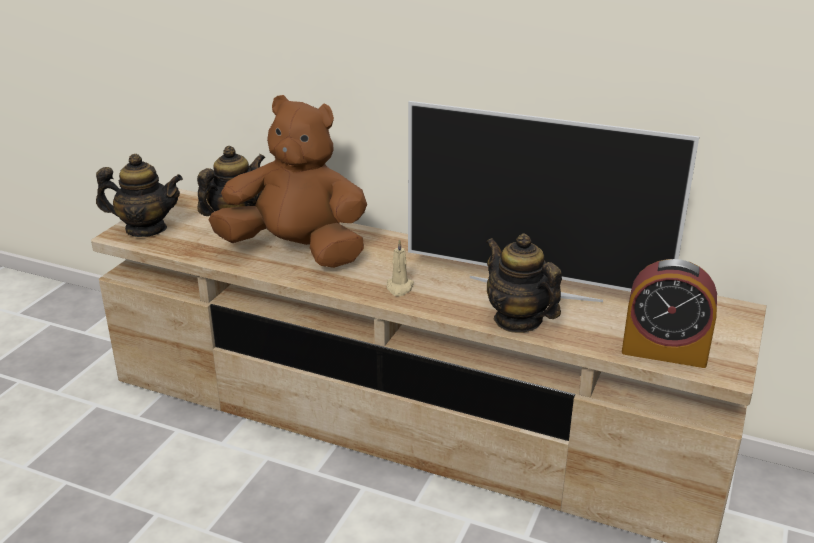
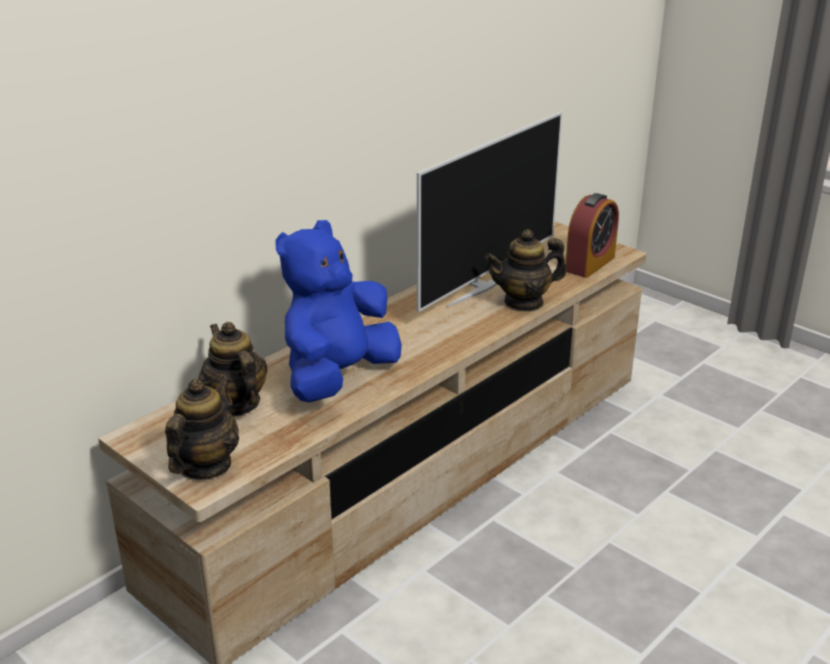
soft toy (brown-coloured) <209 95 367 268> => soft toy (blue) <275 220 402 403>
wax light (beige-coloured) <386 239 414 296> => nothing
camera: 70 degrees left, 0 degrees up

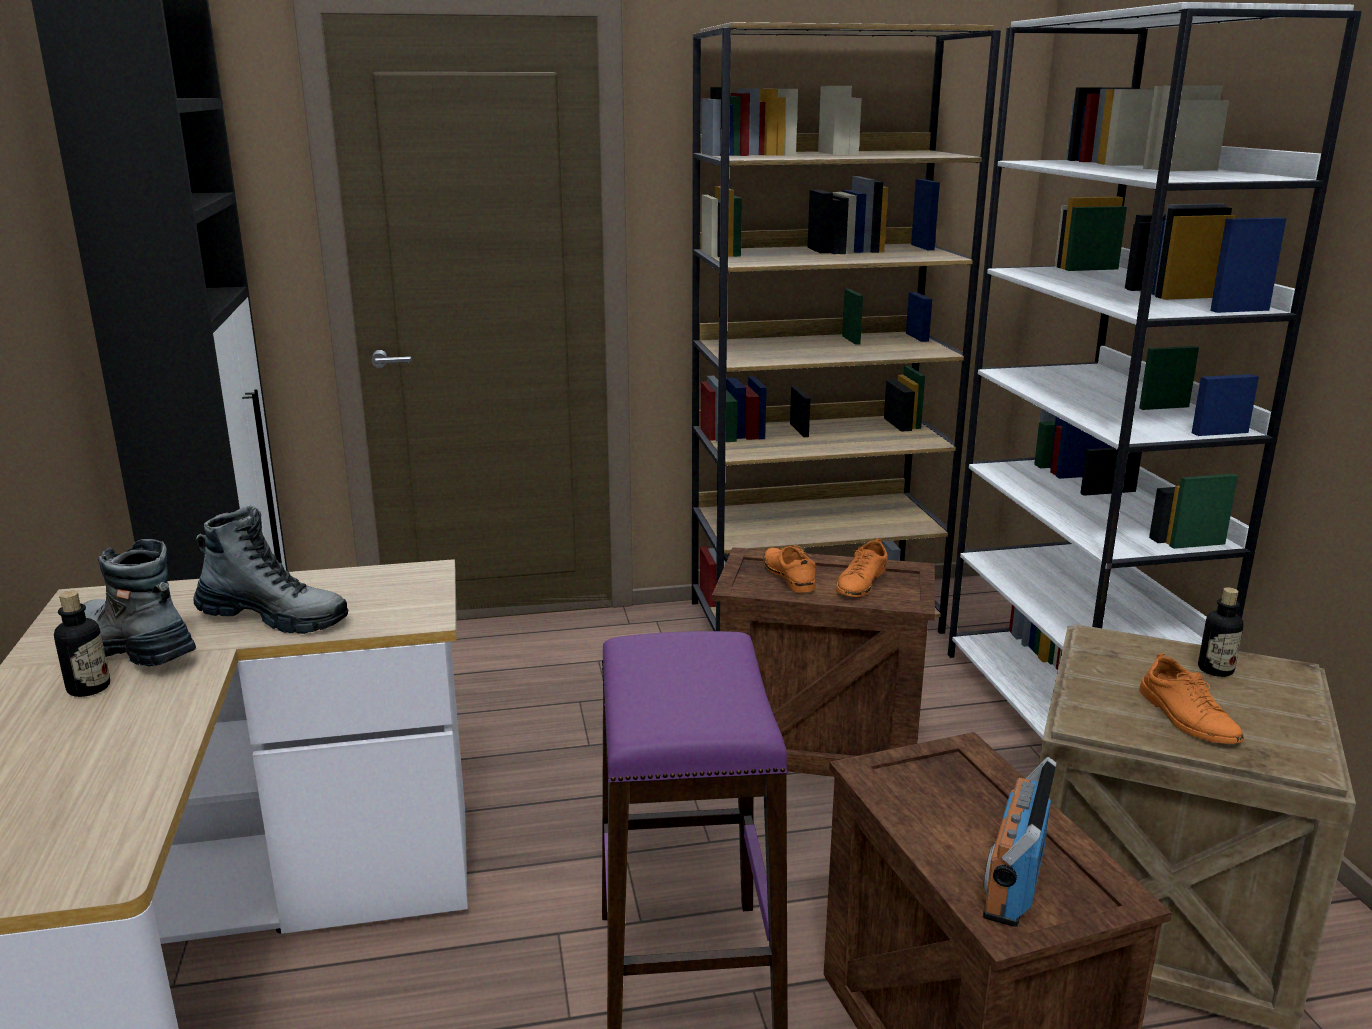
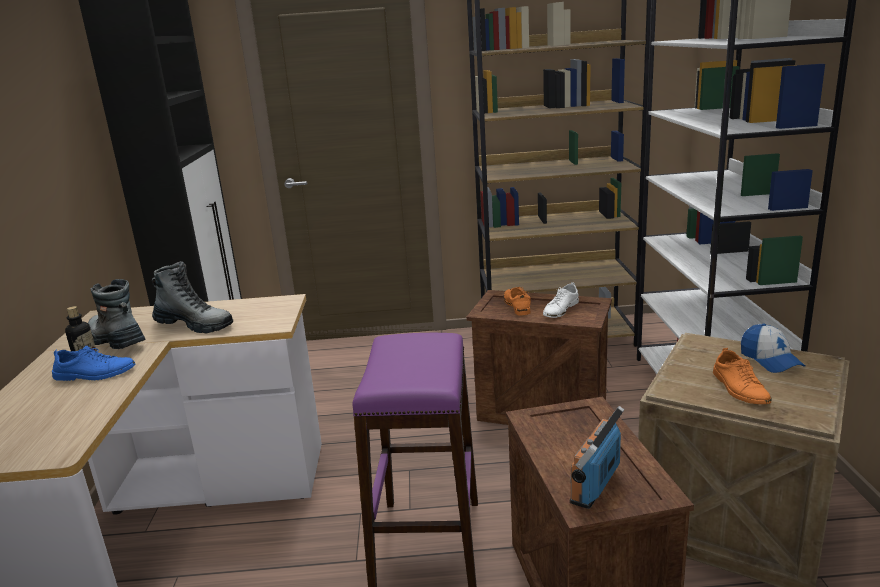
low shoe (orange-coloured) <836 538 887 597> => low shoe (white-coloured) <543 282 579 318>
beverage bottle <1198 587 1244 677> => cap <741 324 805 373>
nothing => low shoe (blue) <52 346 135 381>
camera: 10 degrees right, 0 degrees up

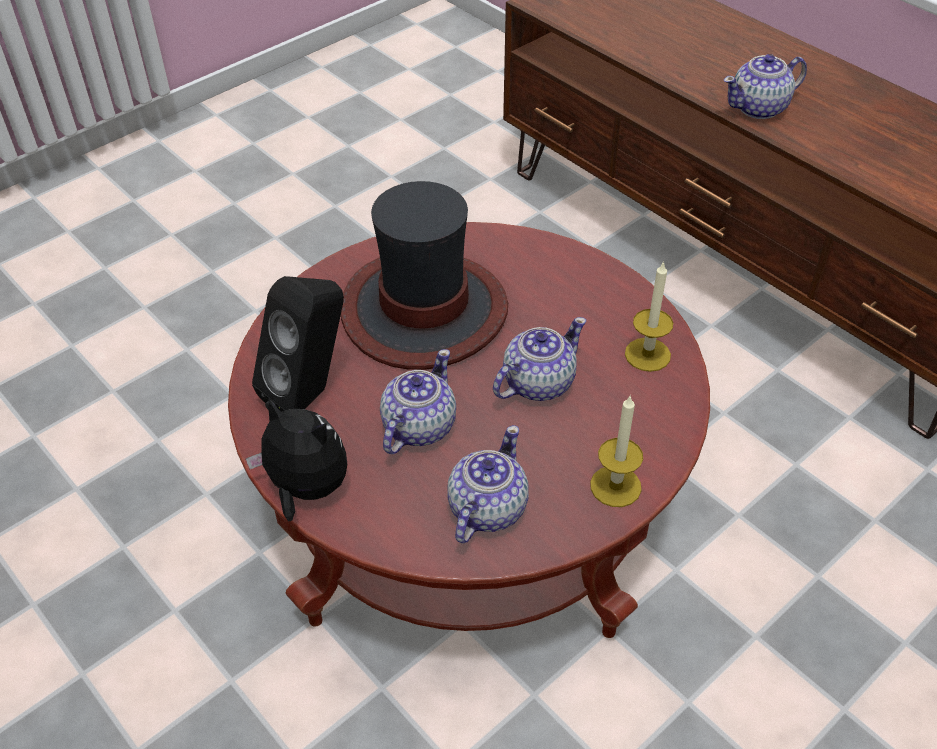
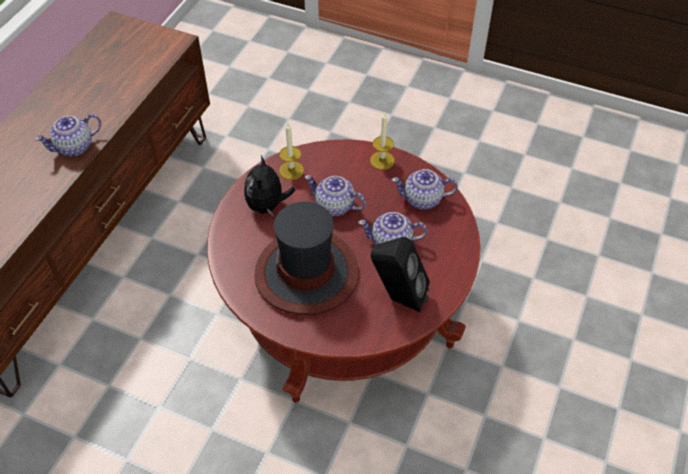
pot for tea <724 54 807 119> => pot for tea <35 114 101 156>, 105 degrees clockwise
soft toy <246 399 347 522> => soft toy <244 155 295 217>, shifted
camera: 115 degrees left, 5 degrees up

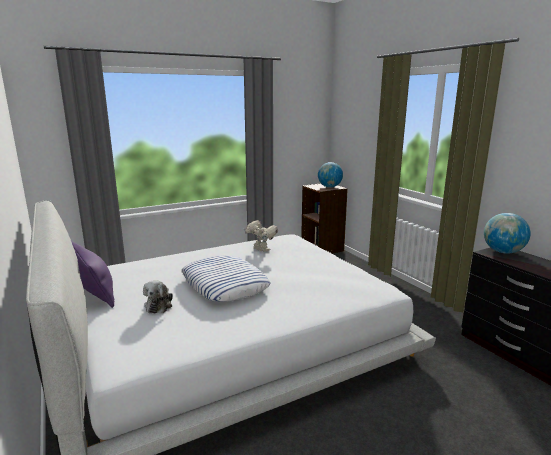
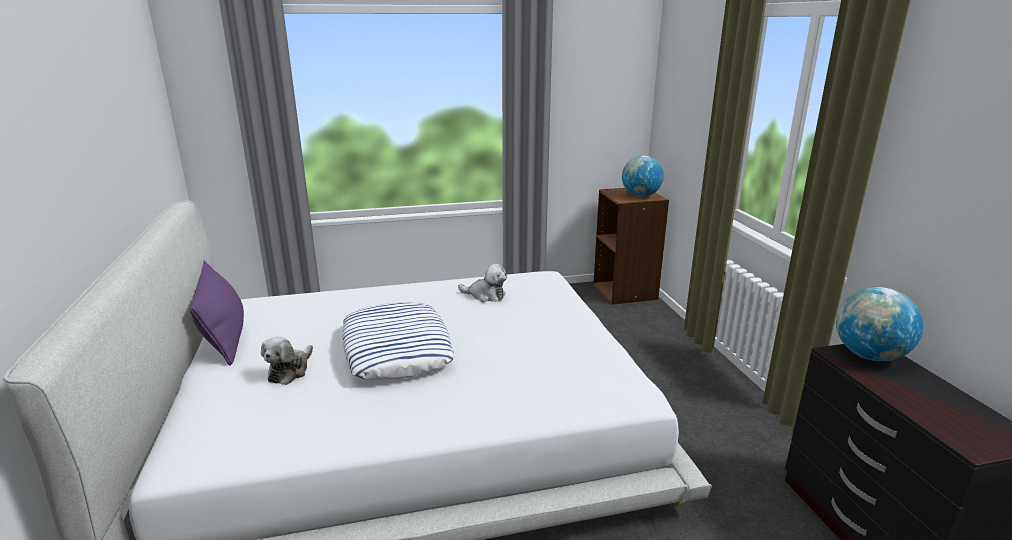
robot figure <244 220 278 252> => soft toy <458 263 507 302>
camera: 15 degrees right, 5 degrees up

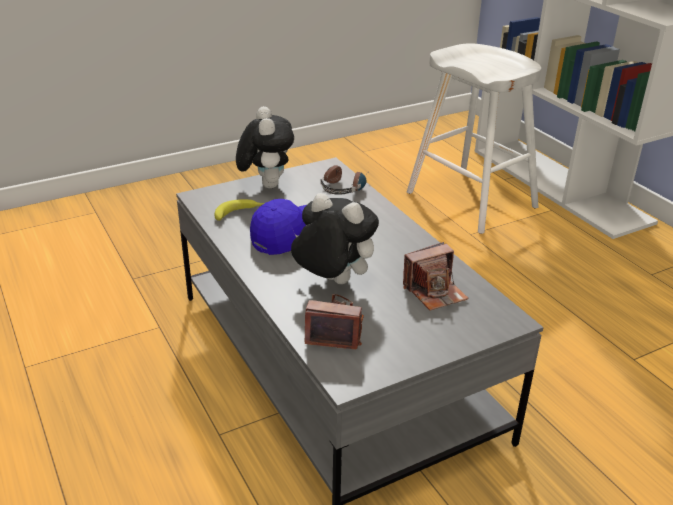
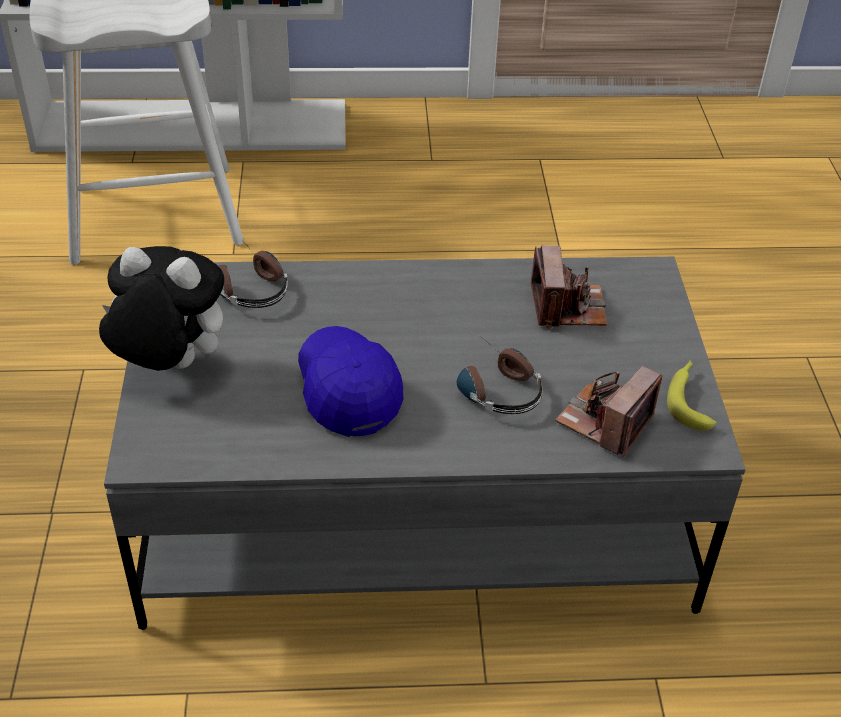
soft toy <291 193 379 284> => headset <457 335 543 414>
banana <214 199 265 221> => banana <667 360 717 431>, shifted
camera: 65 degrees left, 10 degrees up

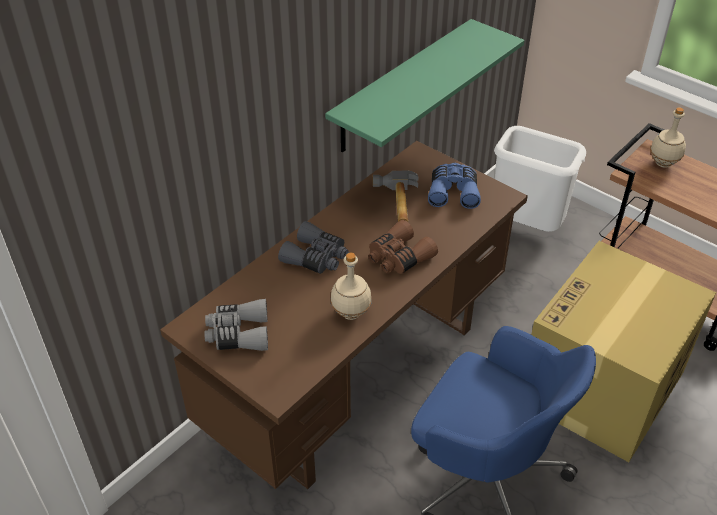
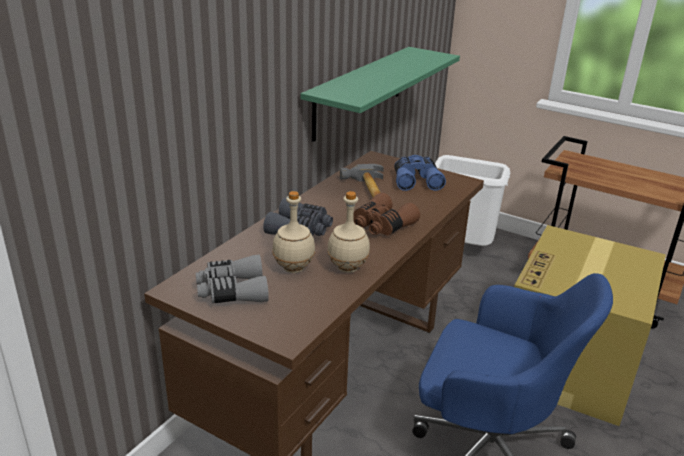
beverage bottle (beige-coloured) <650 107 686 168> => beverage bottle (beige-coloured) <272 191 315 273>, shifted
camera: 10 degrees left, 15 degrees down

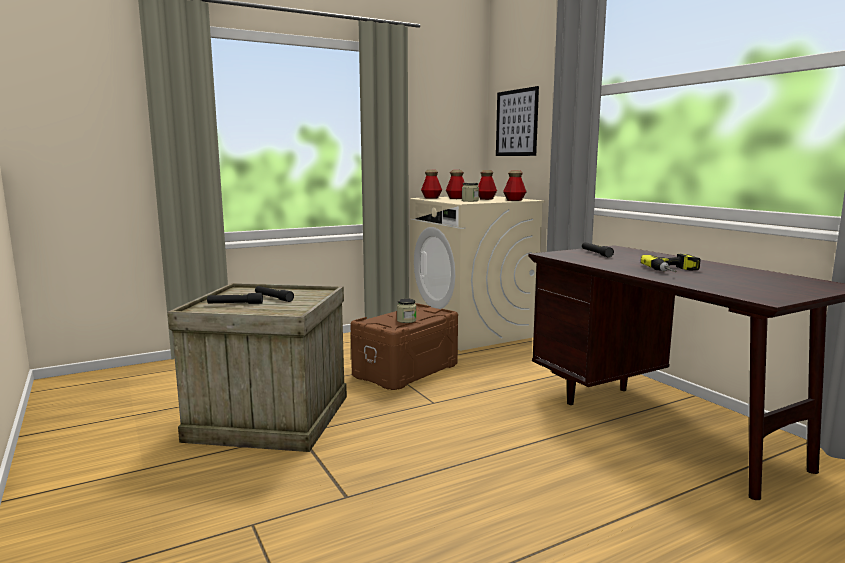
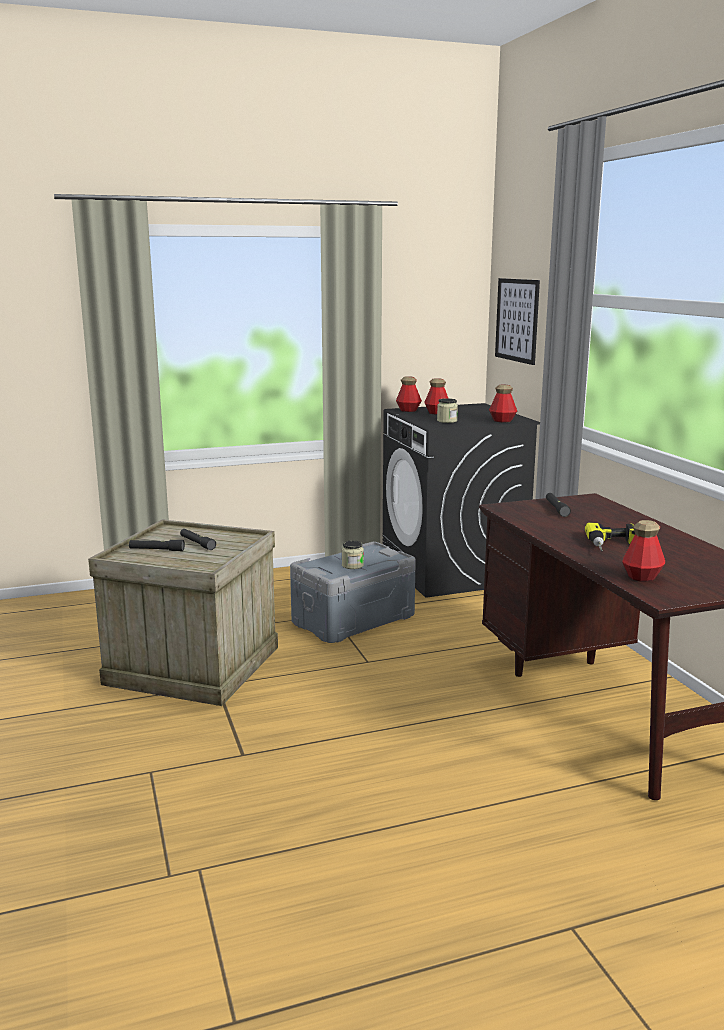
beverage bottle <478 170 497 200> => beverage bottle <622 520 665 582>, shifted
laundry machine (beige-coloured) <410 196 545 351> => laundry machine (blackish) <383 403 540 598>
storage box (brown-coloured) <350 303 458 390> => storage box (greyish) <290 542 416 643>
camera: 10 degrees right, 5 degrees up

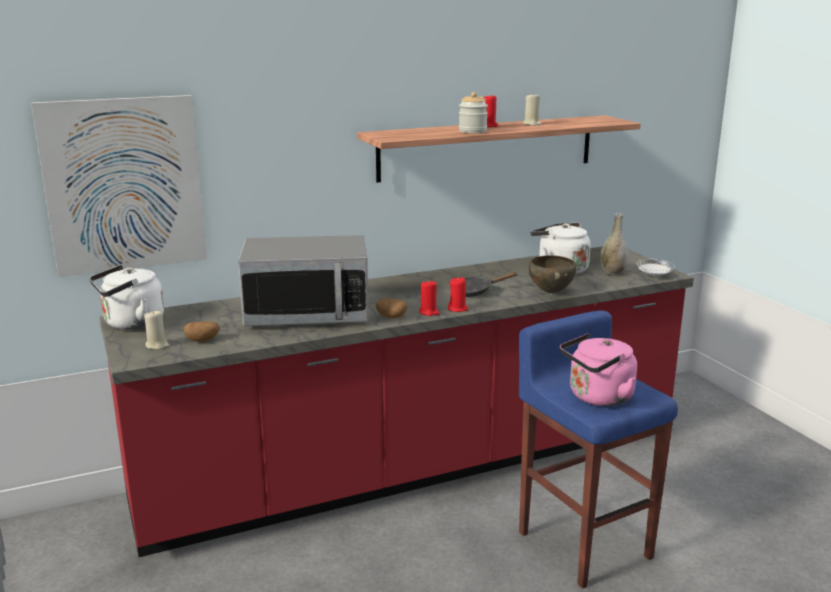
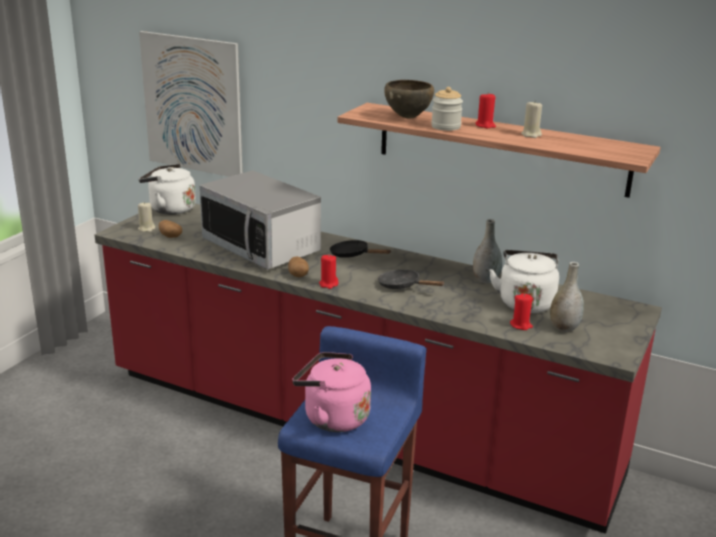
serving bowl (brown-coloured) <529 255 577 293> => serving bowl (brown-coloured) <384 80 434 119>, shifted
dinner plate (white-coloured) <636 259 675 276> => nothing
wax light (reddish) <448 277 468 312> => wax light (reddish) <510 293 533 330>, shifted
nothing => vase (greyish) <473 219 502 283>
nothing => skillet (blackish) <330 240 391 258>
camera: 50 degrees right, 5 degrees up

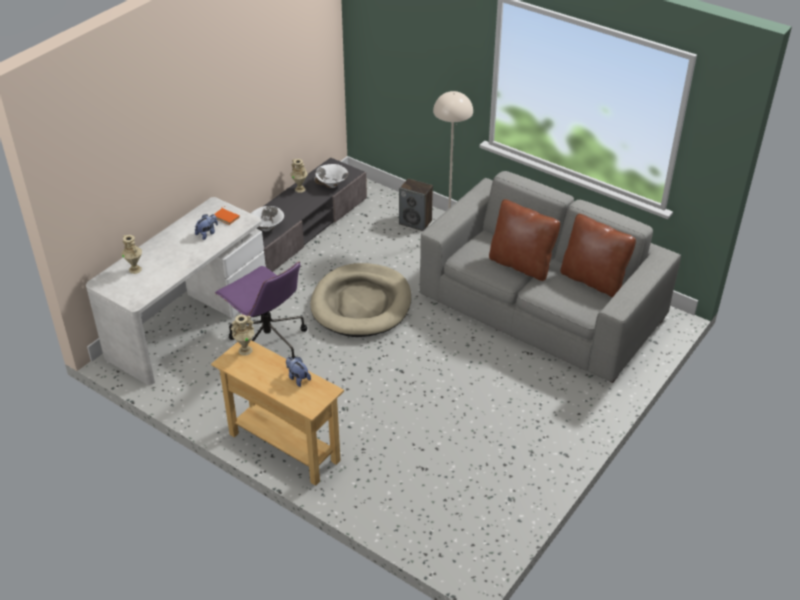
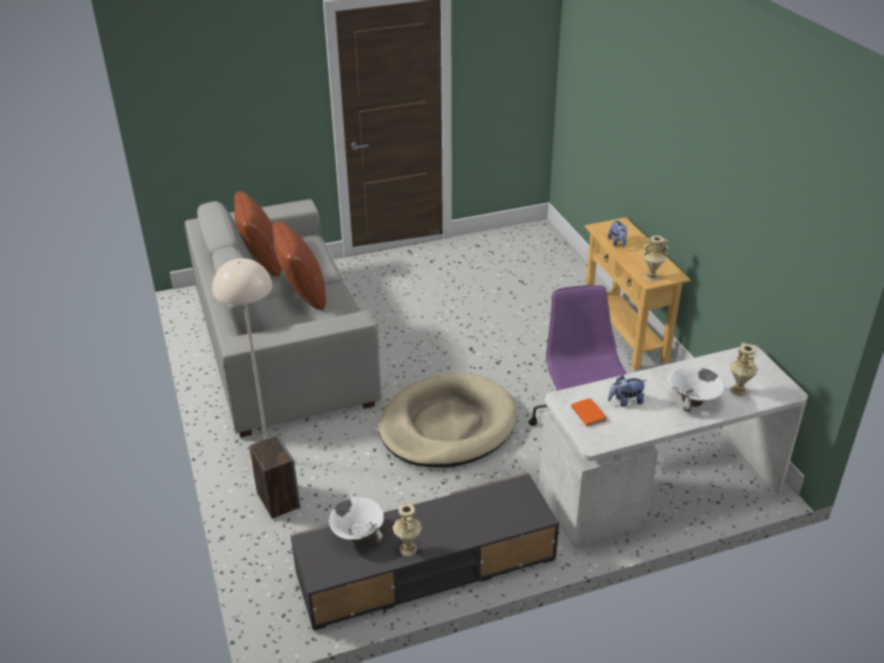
serving bowl (white-coloured) <251 206 284 231> => serving bowl (white-coloured) <668 367 725 412>, shifted
camera: 145 degrees left, 5 degrees down

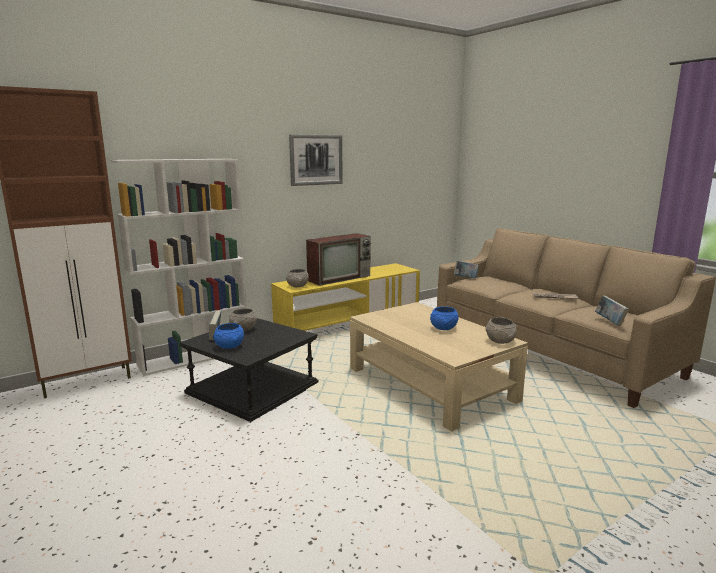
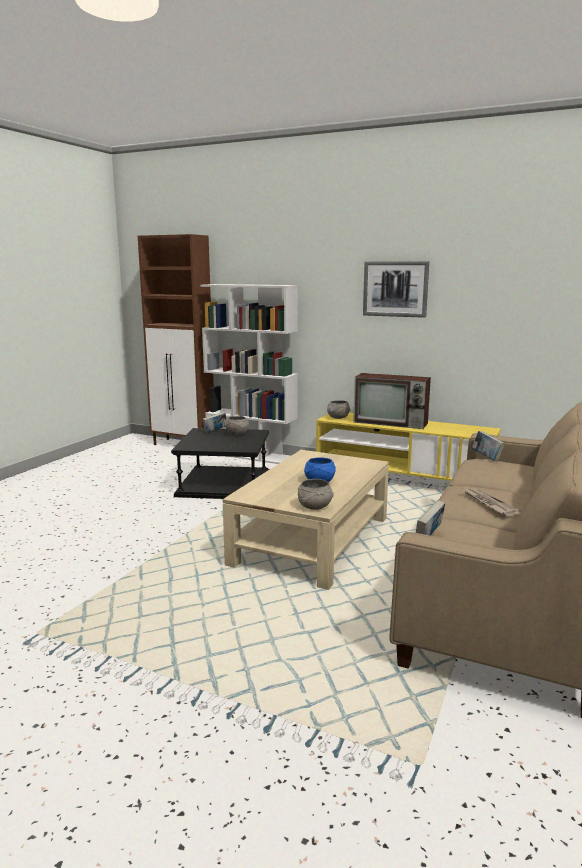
serving bowl (blue) <213 323 244 349> => nothing
camera: 60 degrees right, 0 degrees up

